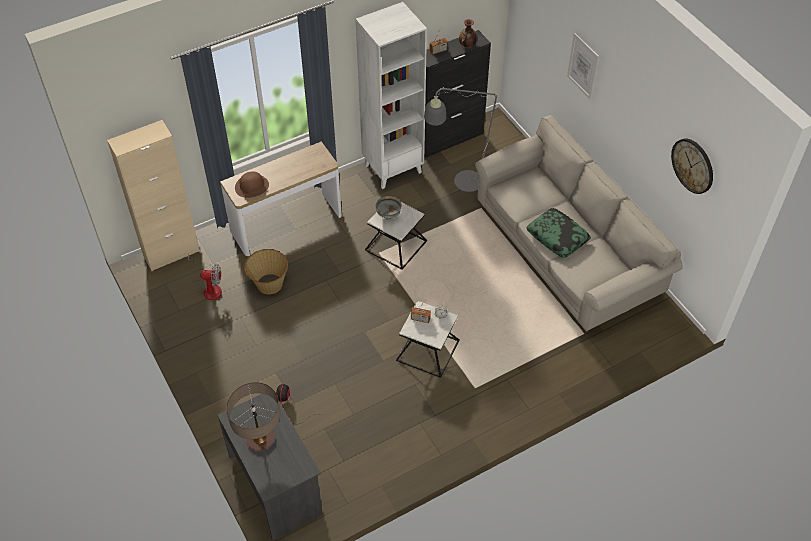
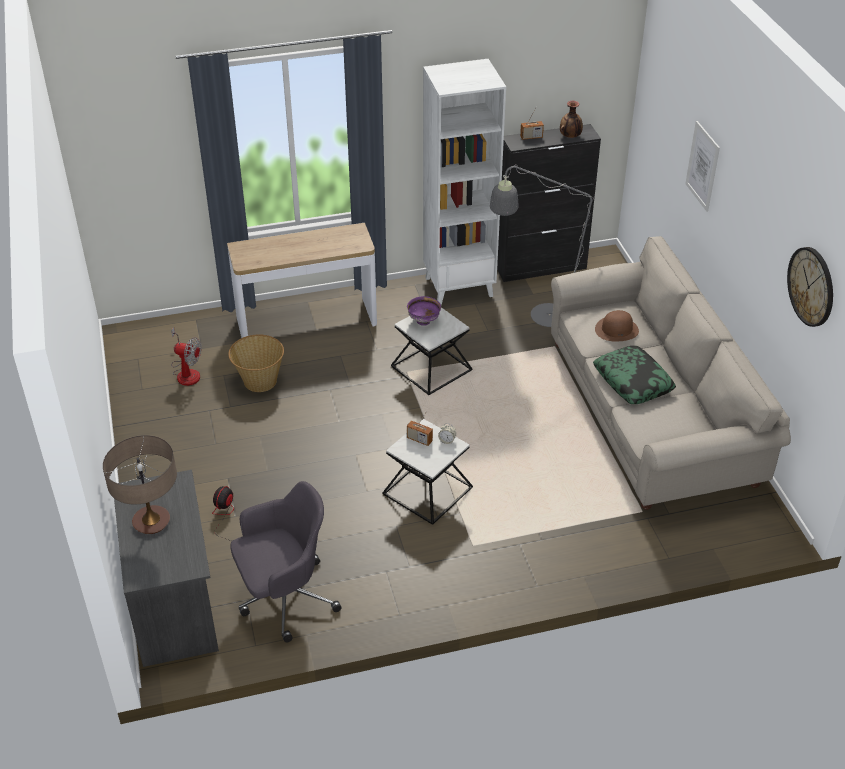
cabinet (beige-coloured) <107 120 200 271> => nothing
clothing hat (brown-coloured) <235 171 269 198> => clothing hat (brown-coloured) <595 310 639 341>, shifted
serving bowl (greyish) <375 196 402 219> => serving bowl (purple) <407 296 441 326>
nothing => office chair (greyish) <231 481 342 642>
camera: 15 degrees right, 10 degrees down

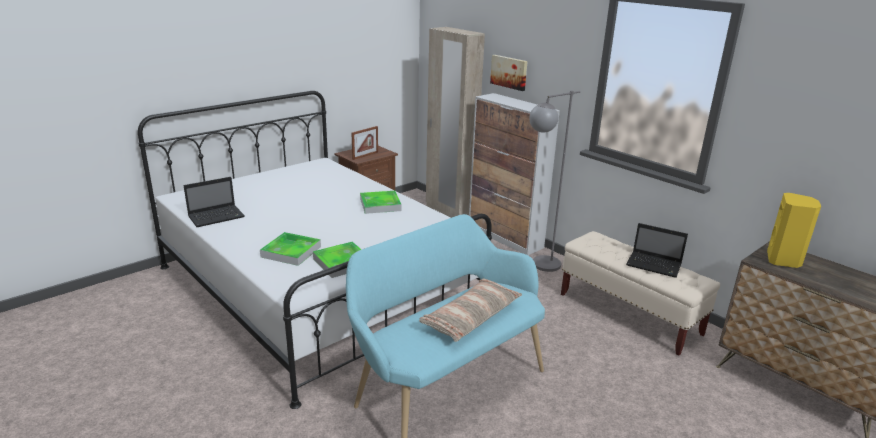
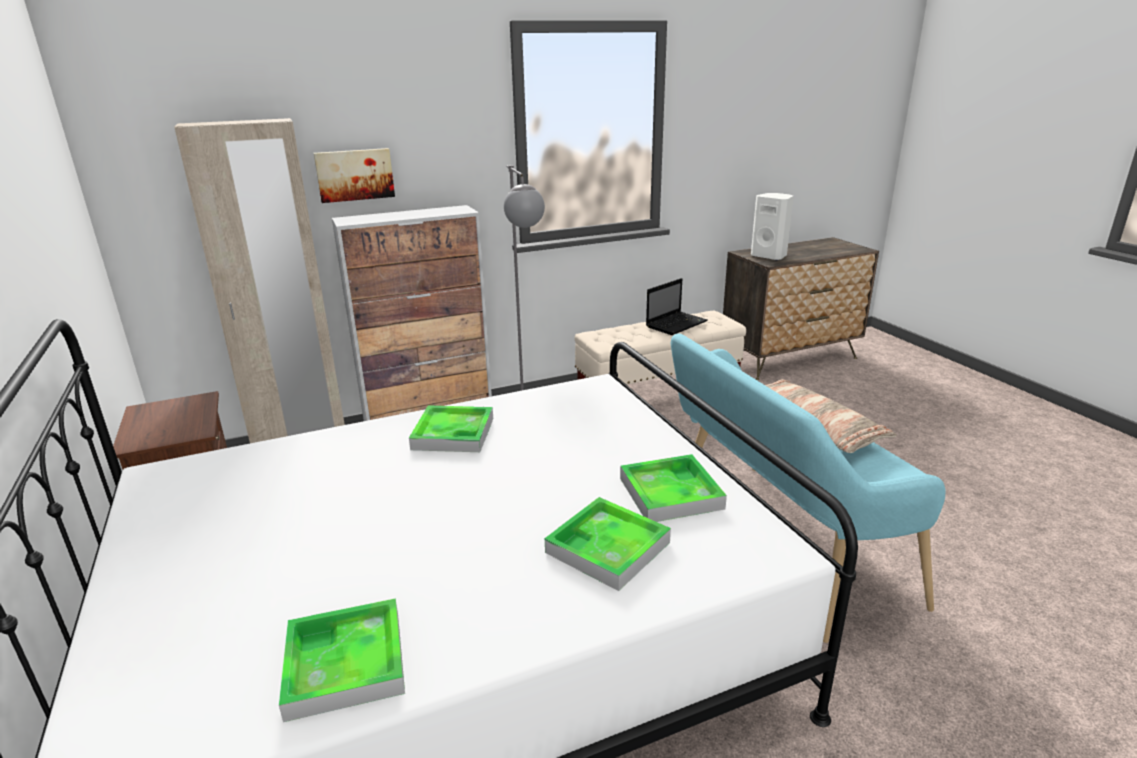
photo frame <351 126 378 160> => nothing
laptop <184 177 245 227> => carrying tray <279 598 405 722>
speaker (yellow-coloured) <767 193 821 268> => speaker (white-coloured) <751 193 794 260>
camera: 70 degrees left, 0 degrees up

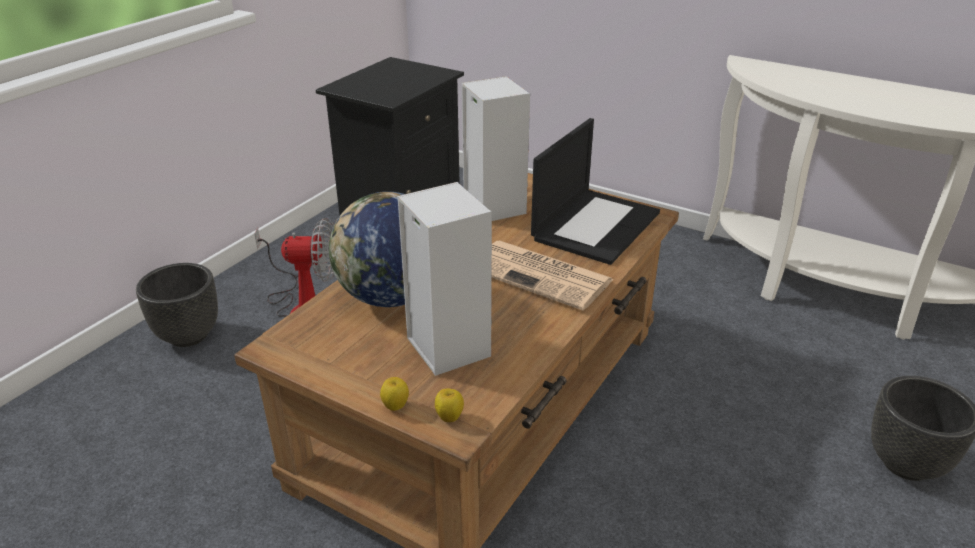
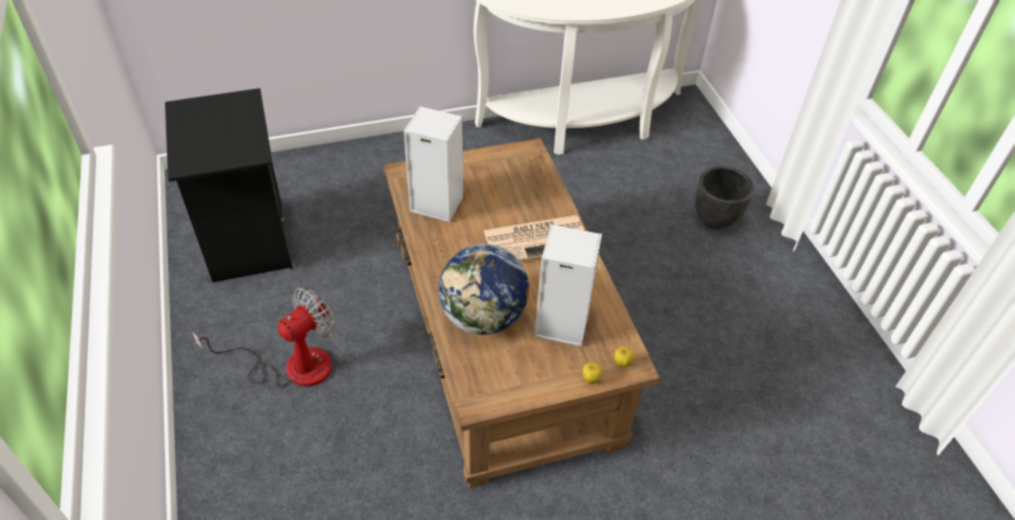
laptop <531 118 660 265> => nothing
flower pot (blackish) <136 263 218 347> => nothing
camera: 50 degrees left, 15 degrees up

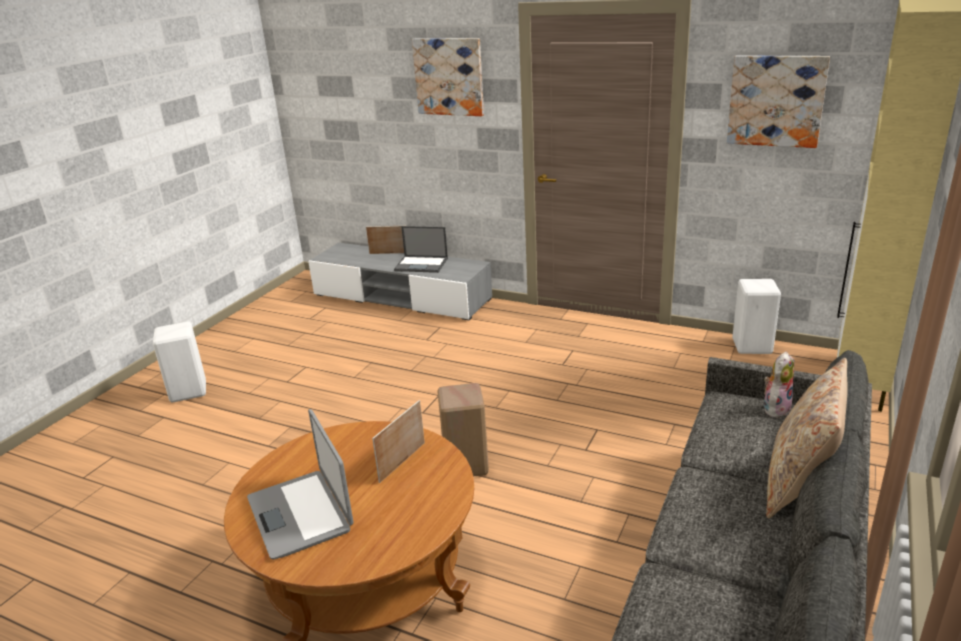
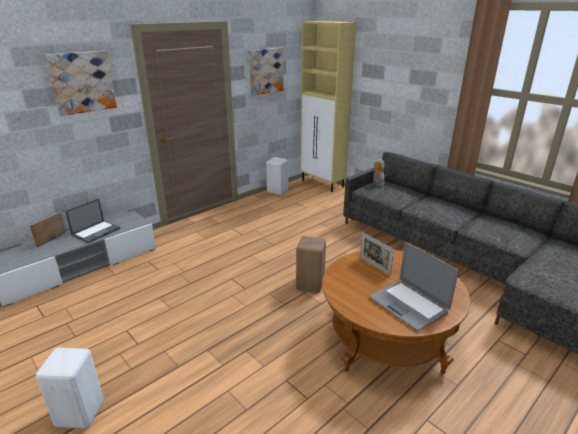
throw pillow (beige-coloured) <766 358 848 518> => nothing
laptop <247 409 353 559> => laptop <370 243 459 330>, 60 degrees clockwise
camera: 70 degrees left, 0 degrees up

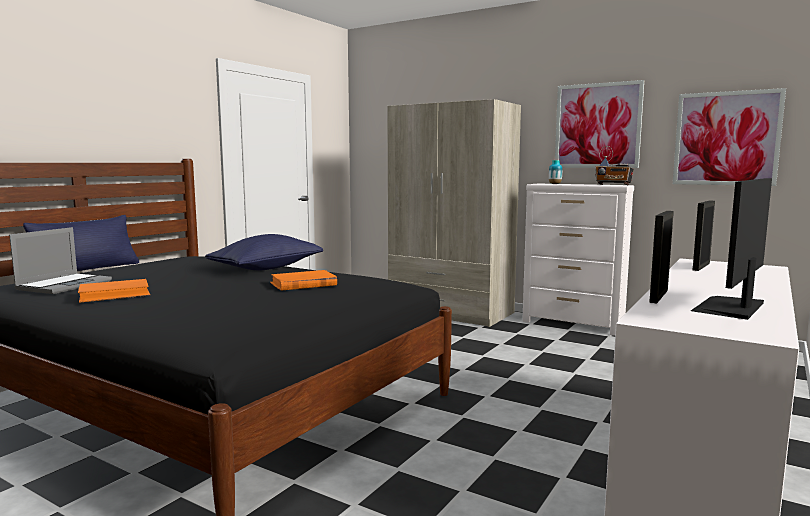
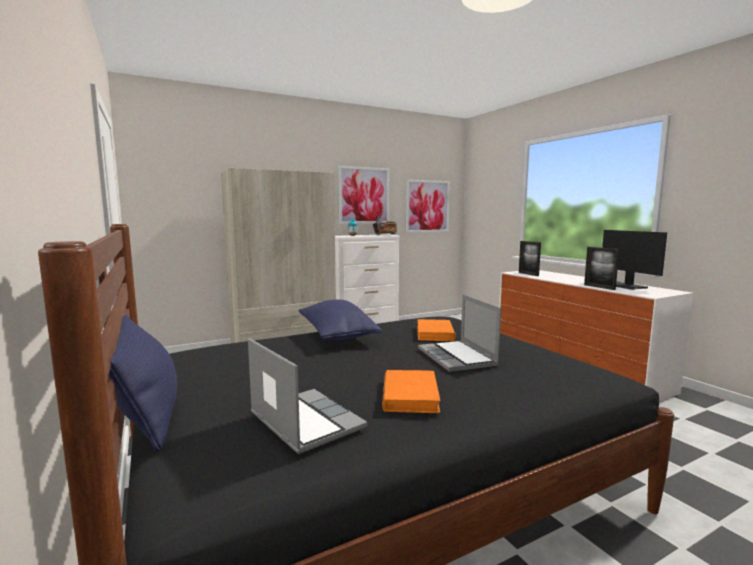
nothing => laptop <418 294 501 372>
camera: 60 degrees left, 0 degrees up

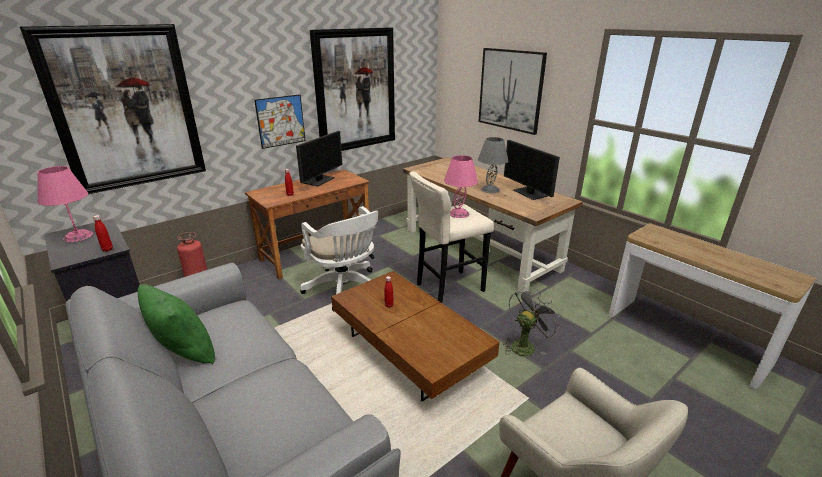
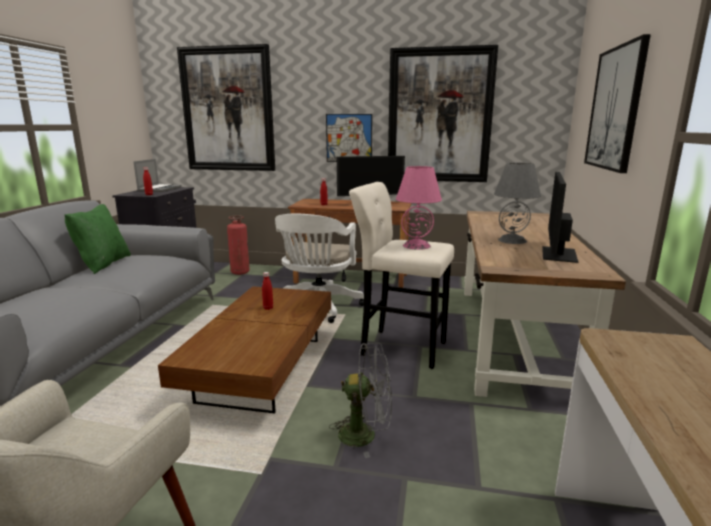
tabletop lamp (pinkish) <38 166 93 242> => laptop <134 159 181 192>
camera: 50 degrees right, 10 degrees down

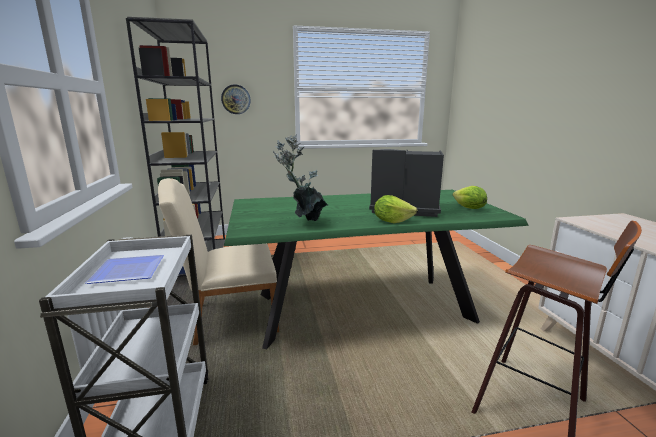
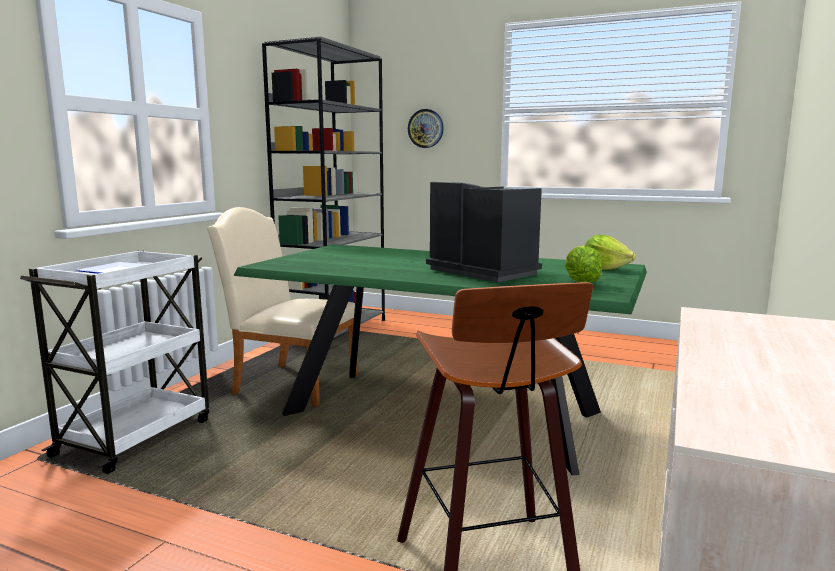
potted plant <273 135 329 221> => nothing
head of lettuce <374 195 417 223> => head of lettuce <584 235 636 270>, shifted
camera: 35 degrees right, 5 degrees down

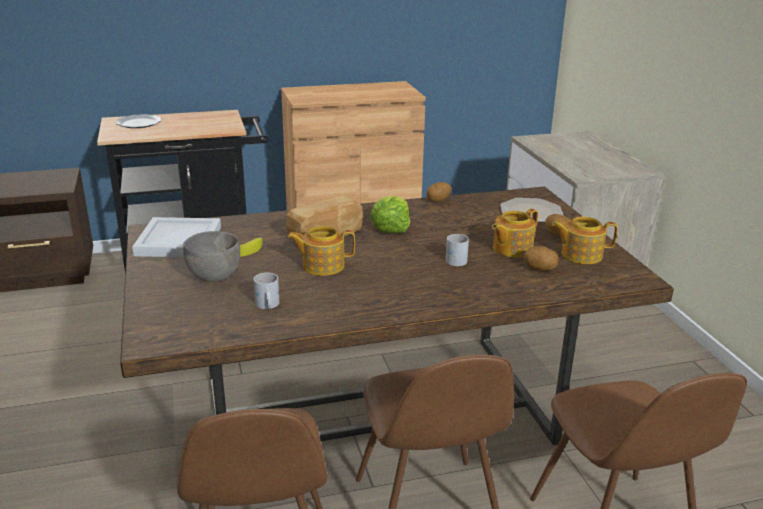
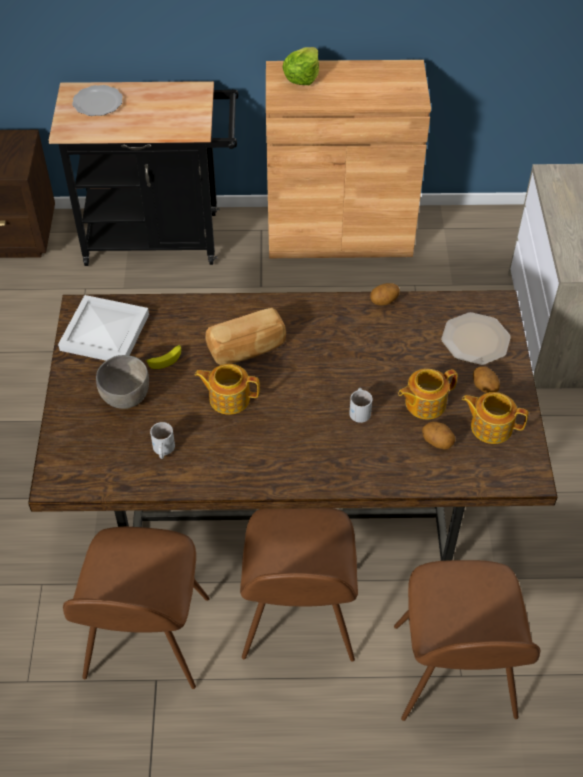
head of lettuce <370 195 410 233> => head of lettuce <282 47 319 85>, shifted
camera: 15 degrees right, 25 degrees up

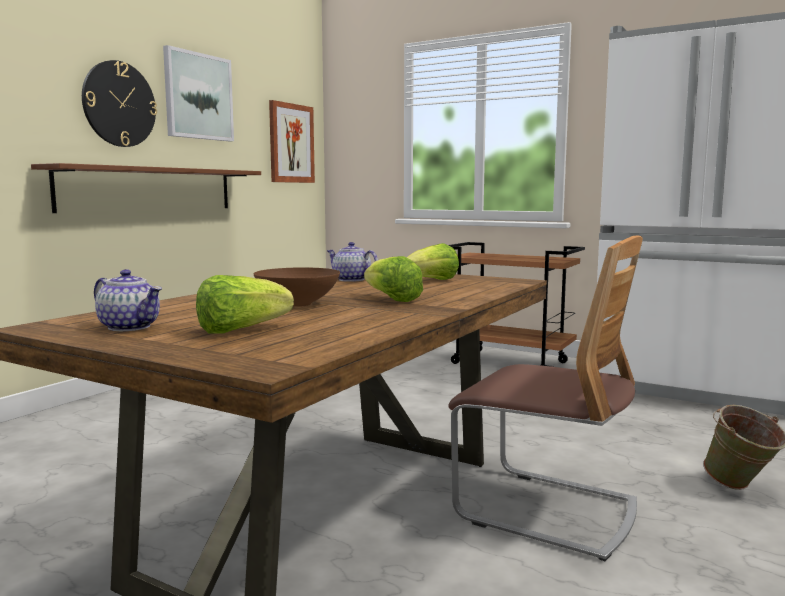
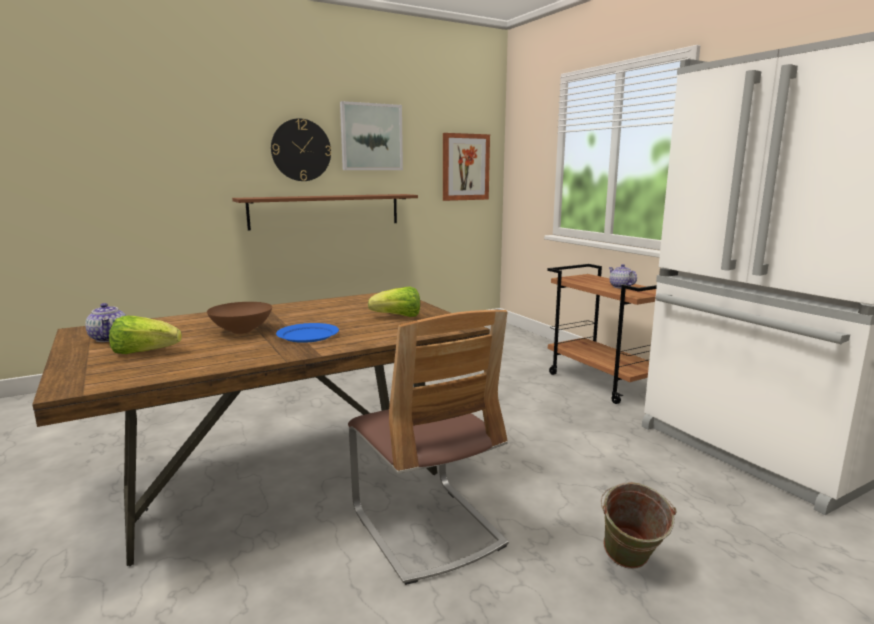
pot for tea <327 242 378 282> => pot for tea <609 264 637 288>, shifted
head of lettuce <364 256 423 302> => dinner plate (blue) <276 323 339 343>
camera: 30 degrees right, 5 degrees up

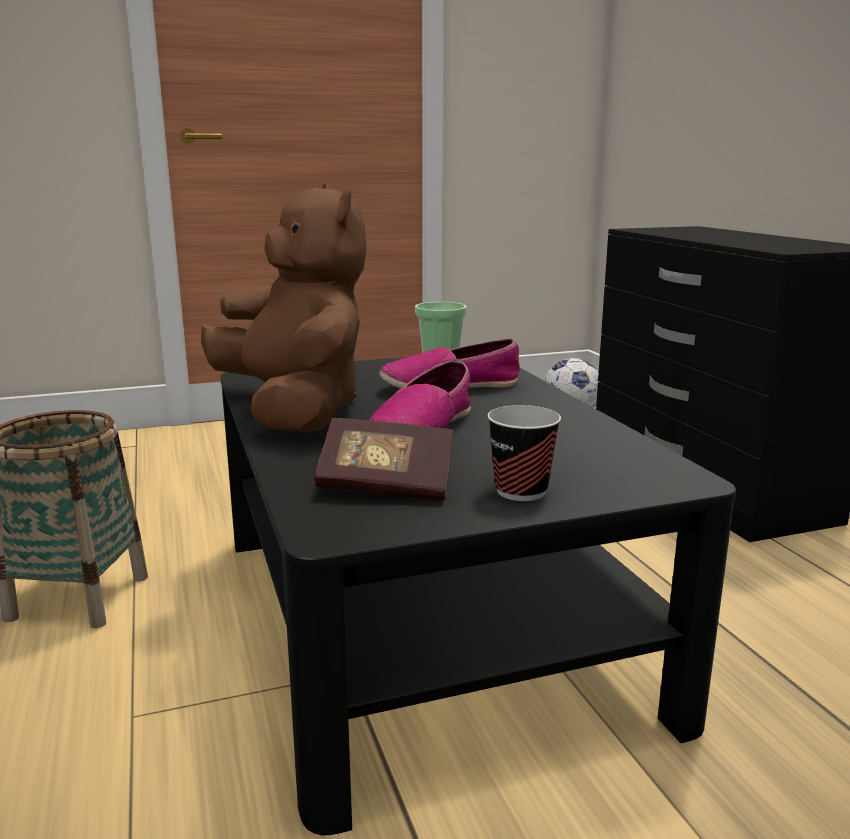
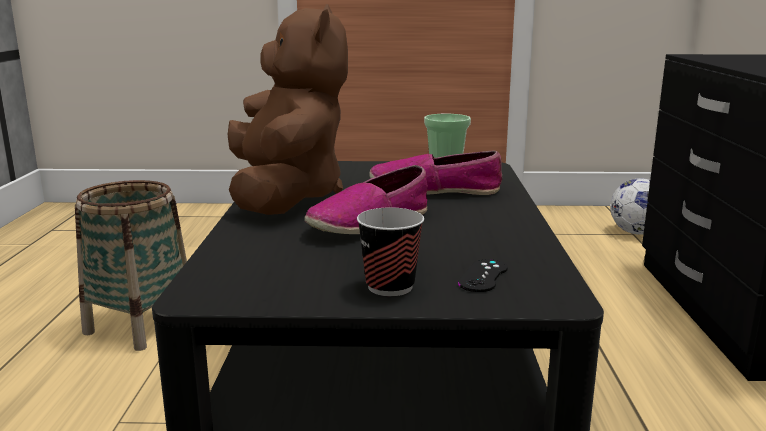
book <314 418 453 501> => nothing
nothing => game controller (blackish) <458 259 508 292>
camera: 20 degrees right, 0 degrees up

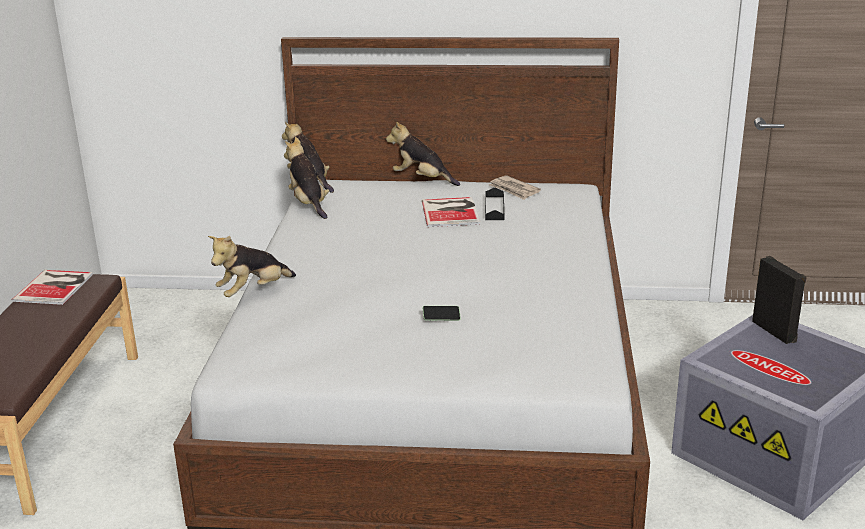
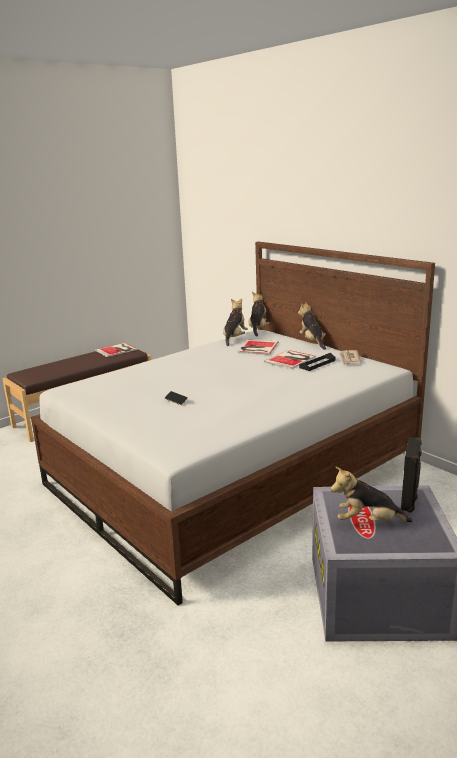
soft toy <208 236 296 297> => soft toy <331 467 413 522>, shifted
nothing => book <238 340 278 355>
camera: 45 degrees right, 5 degrees down

